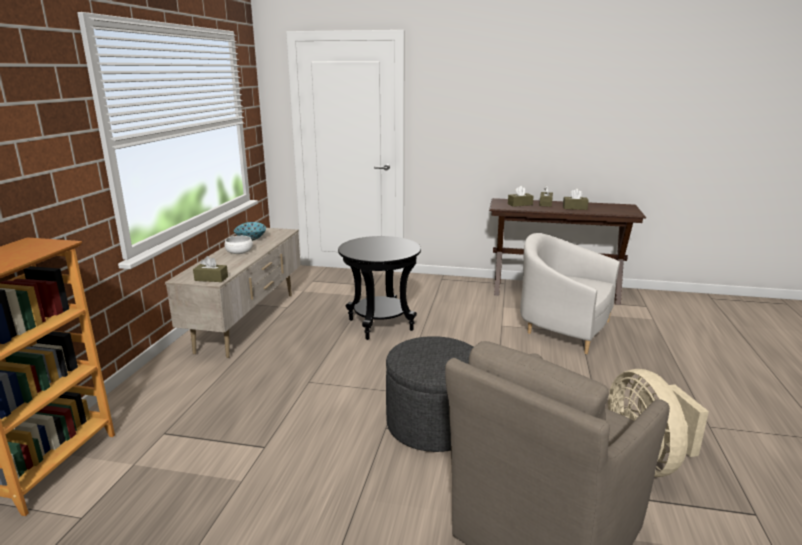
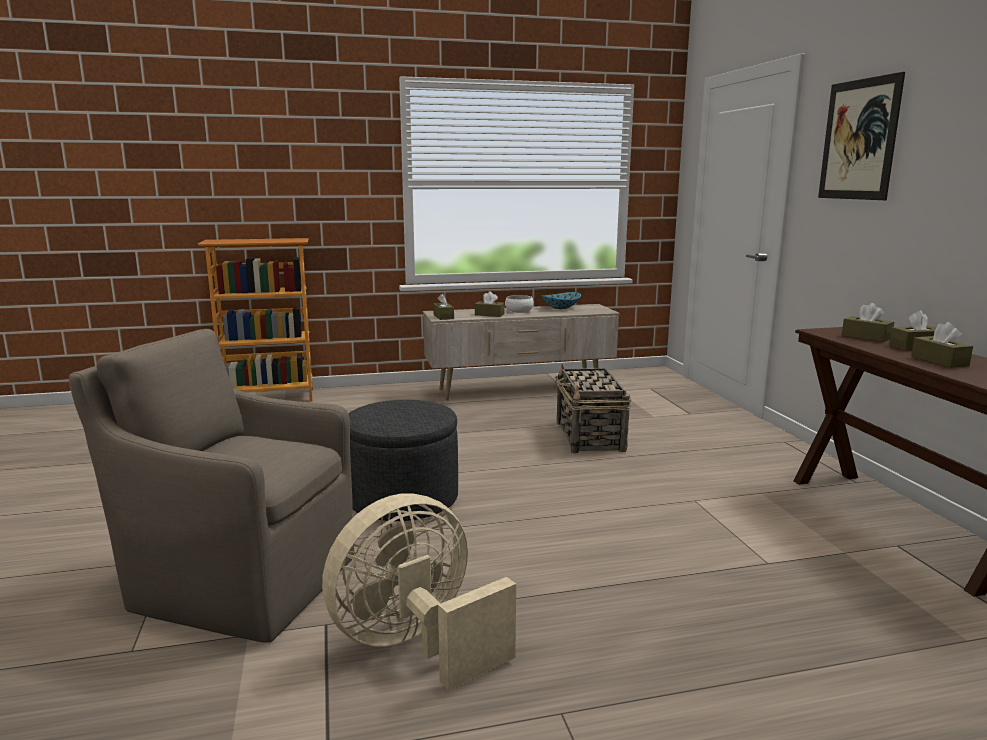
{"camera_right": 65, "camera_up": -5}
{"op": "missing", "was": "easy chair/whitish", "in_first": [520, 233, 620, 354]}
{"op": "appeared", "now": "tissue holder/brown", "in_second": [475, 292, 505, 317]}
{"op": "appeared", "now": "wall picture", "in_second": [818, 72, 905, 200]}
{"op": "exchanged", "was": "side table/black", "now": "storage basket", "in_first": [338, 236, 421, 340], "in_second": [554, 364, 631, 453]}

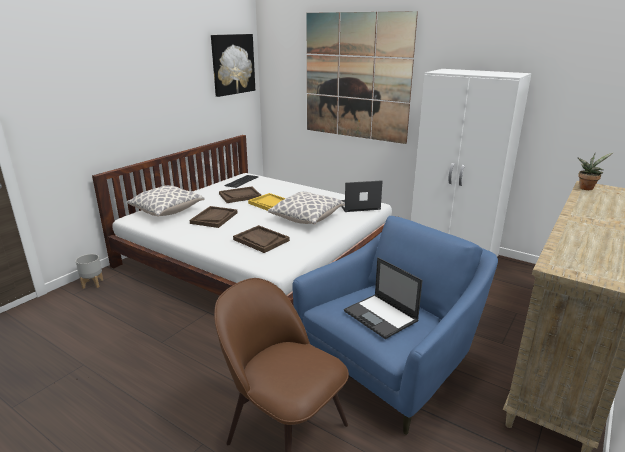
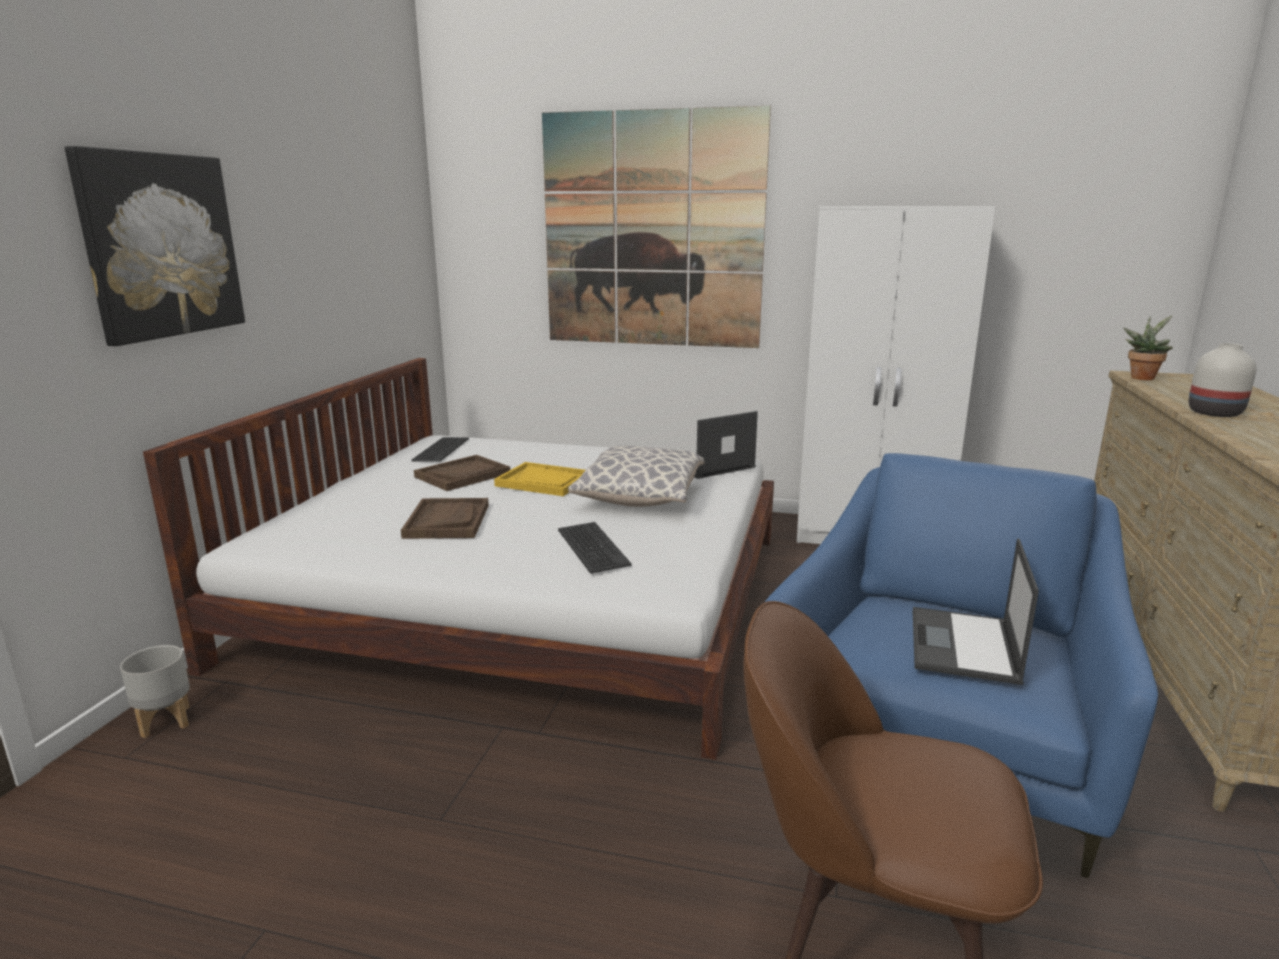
{"camera_right": -20, "camera_up": -5}
{"op": "missing", "was": "pillow", "in_first": [127, 185, 205, 217]}
{"op": "appeared", "now": "vase/whitish", "in_second": [1188, 343, 1256, 417]}
{"op": "relocated", "was": "wall picture", "in_first": [211, 34, 255, 97], "in_second": [65, 146, 245, 346]}
{"op": "exchanged", "was": "serving tray/brown", "now": "computer keyboard", "in_first": [233, 225, 290, 253], "in_second": [558, 522, 632, 574]}
{"op": "spun", "was": "notebook computer", "in_first": [344, 257, 423, 339], "in_second": [913, 538, 1039, 685], "clockwise": 75}

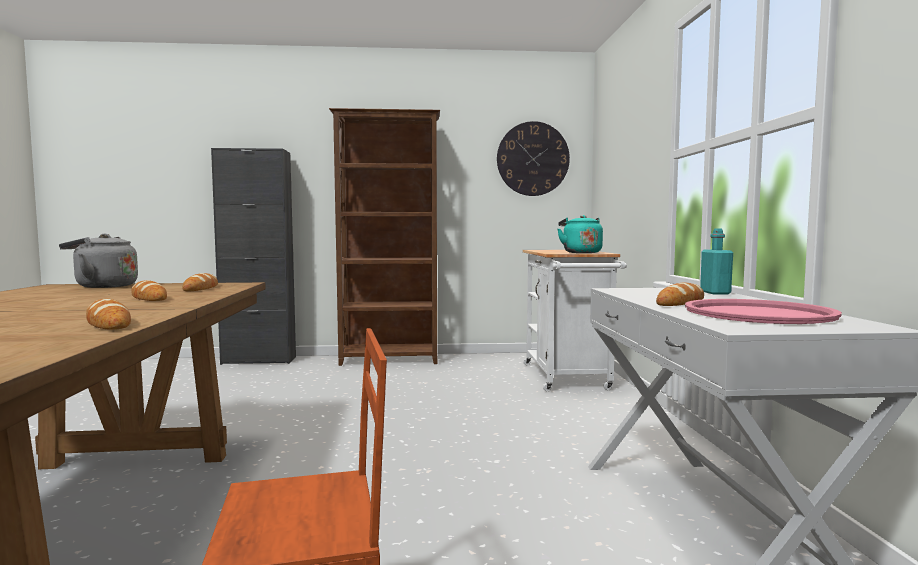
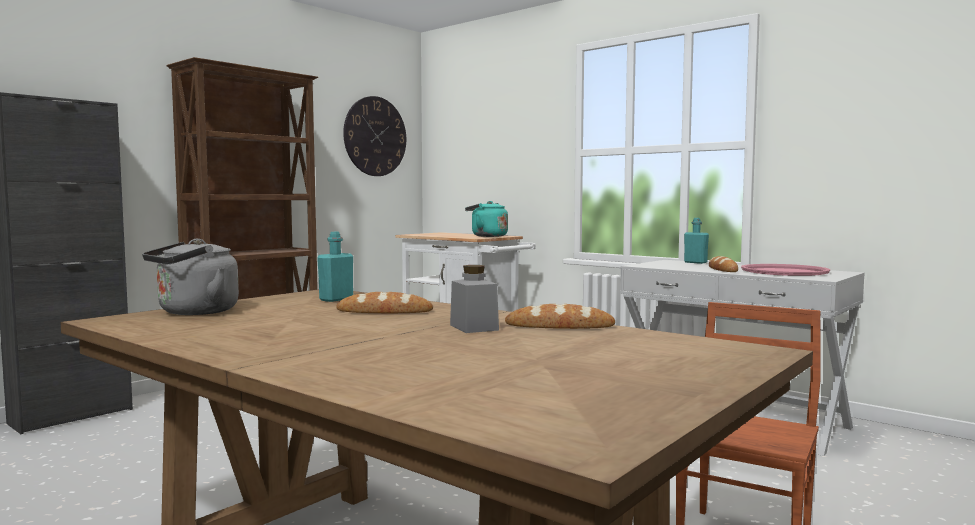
{"camera_right": -45, "camera_up": 0}
{"op": "appeared", "now": "storage jar/gray", "in_second": [450, 265, 499, 333]}
{"op": "exchanged", "was": "baked bread", "now": "beverage bottle/turquoise", "in_first": [182, 273, 218, 291], "in_second": [317, 232, 353, 302]}

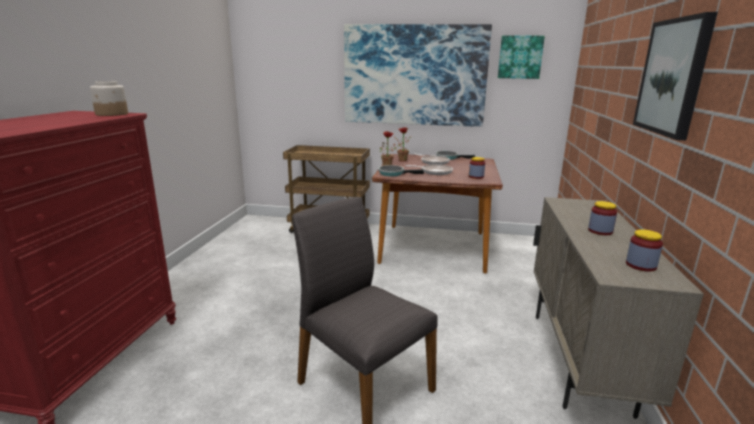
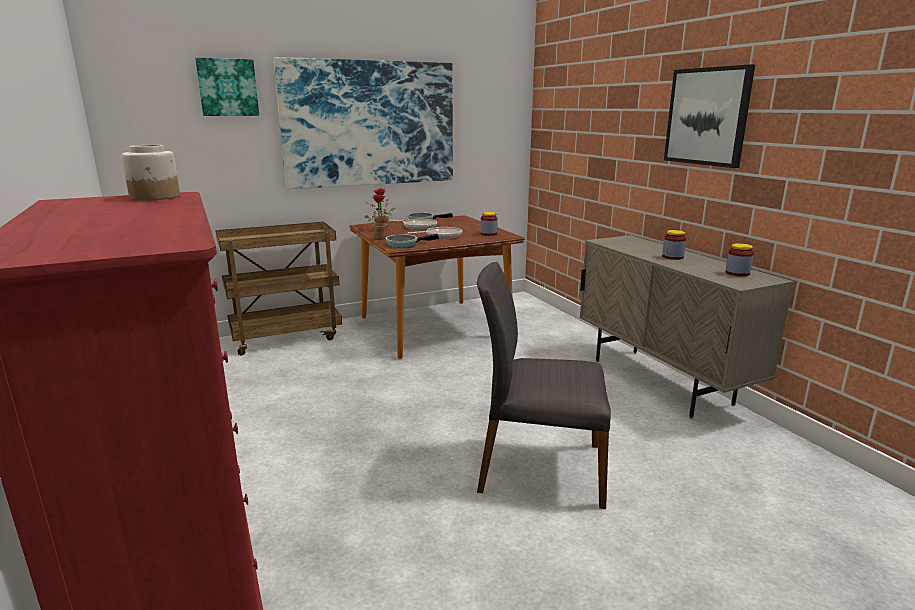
{"camera_right": -35, "camera_up": 0}
{"op": "relocated", "was": "wall picture", "in_first": [498, 35, 545, 79], "in_second": [195, 58, 259, 116]}

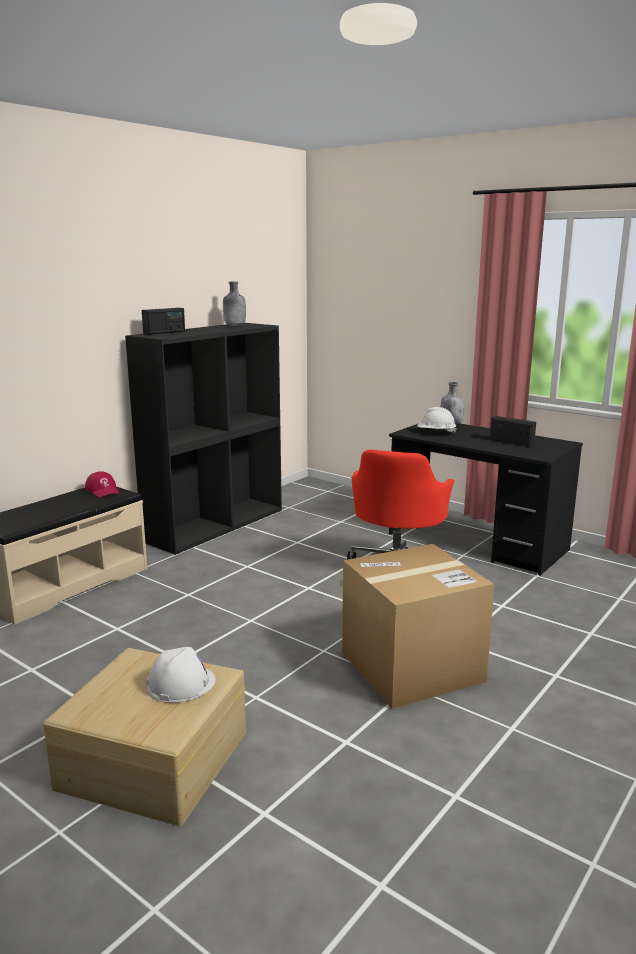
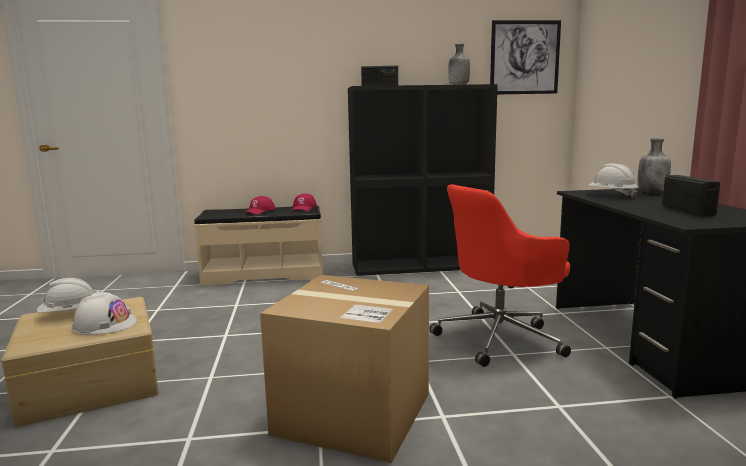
{"camera_right": 45, "camera_up": -5}
{"op": "appeared", "now": "safety helmet/whitish", "in_second": [37, 278, 94, 313]}
{"op": "appeared", "now": "baseball cap/red", "in_second": [244, 196, 275, 214]}
{"op": "appeared", "now": "wall picture", "in_second": [490, 20, 561, 94]}

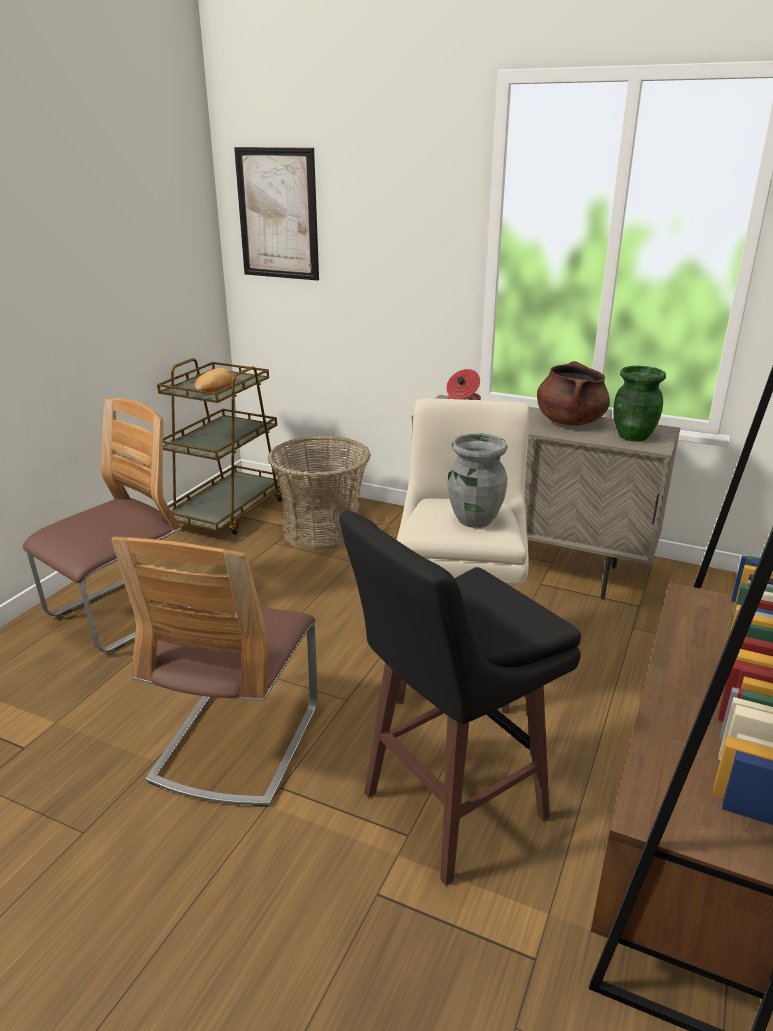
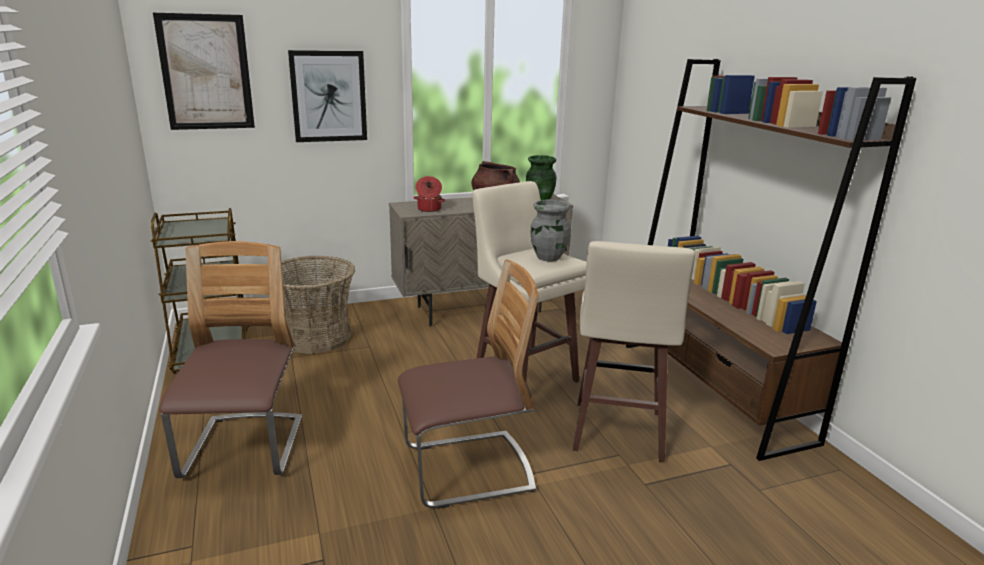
{"camera_right": -45, "camera_up": -5}
{"op": "missing", "was": "baked bread", "in_first": [194, 368, 233, 392]}
{"op": "appeared", "now": "wall picture", "in_second": [288, 50, 367, 142]}
{"op": "colour", "was": "stool seat/black", "now": "stool seat/sand-coloured", "in_first": [339, 511, 581, 886], "in_second": [573, 241, 695, 463]}
{"op": "spun", "was": "plain chair", "in_first": [111, 537, 318, 807], "in_second": [398, 259, 539, 509], "clockwise": -75}

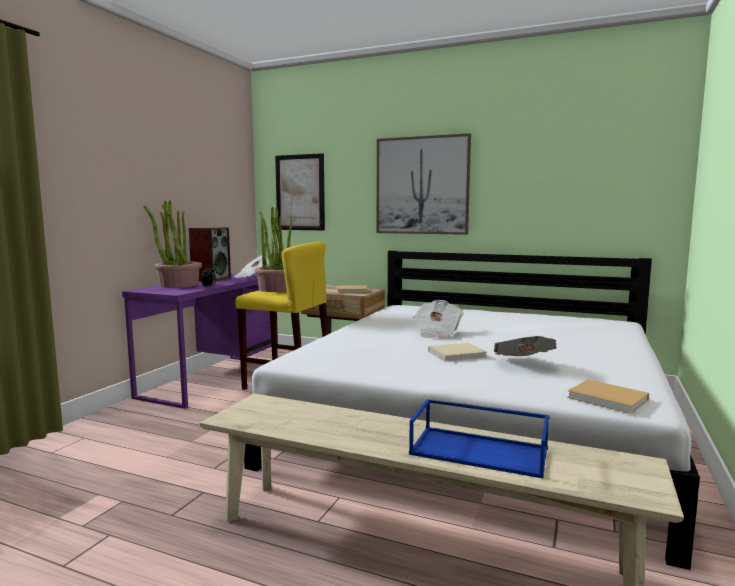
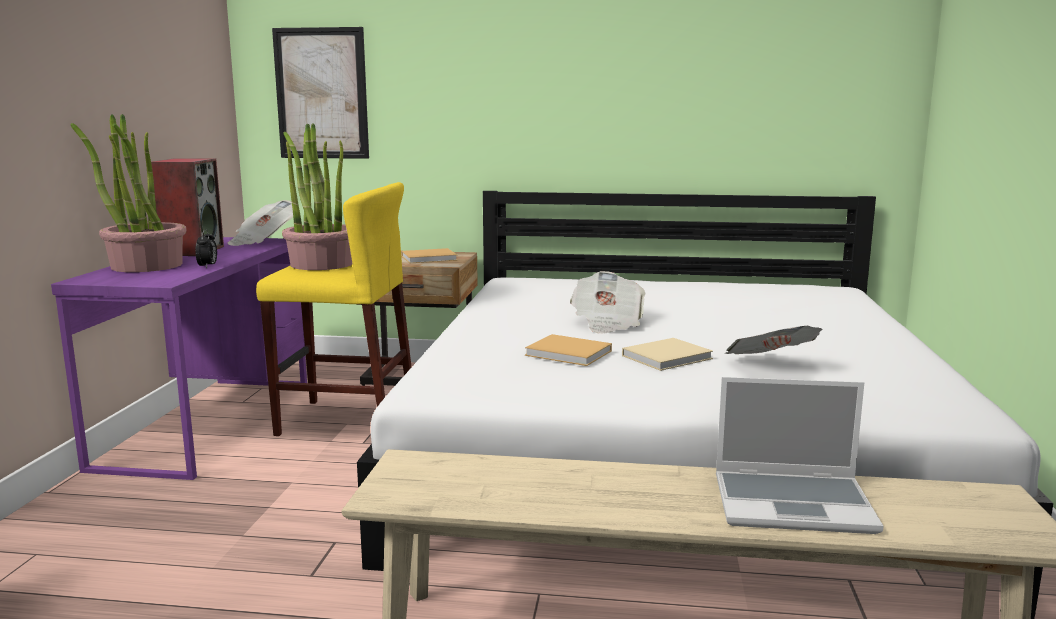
{"camera_right": -15, "camera_up": 5}
{"op": "missing", "was": "wall picture", "in_first": [377, 133, 471, 235]}
{"op": "relocated", "was": "book/sand-coloured", "in_first": [567, 379, 649, 414], "in_second": [525, 334, 612, 366]}
{"op": "exchanged", "was": "serving tray/bluish", "now": "notebook computer", "in_first": [409, 399, 550, 479], "in_second": [716, 377, 884, 534]}

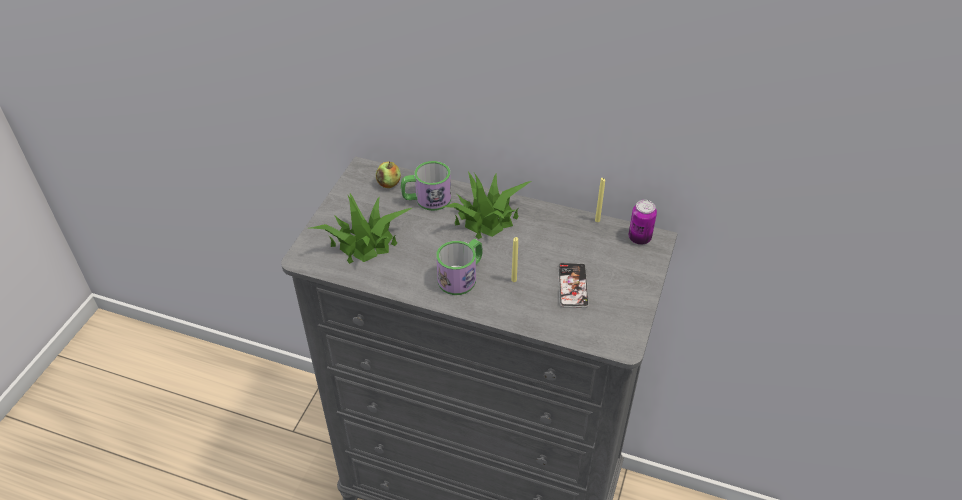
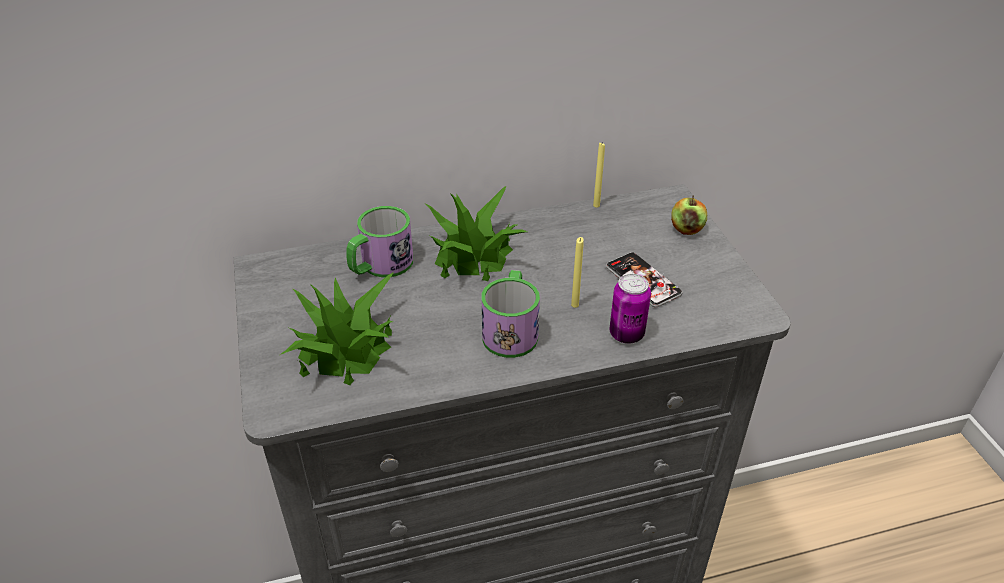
{"camera_right": -35, "camera_up": -5}
{"op": "relocated", "was": "whole apple", "in_first": [376, 162, 401, 188], "in_second": [671, 196, 707, 235]}
{"op": "relocated", "was": "metal can", "in_first": [629, 200, 657, 245], "in_second": [609, 274, 651, 344]}

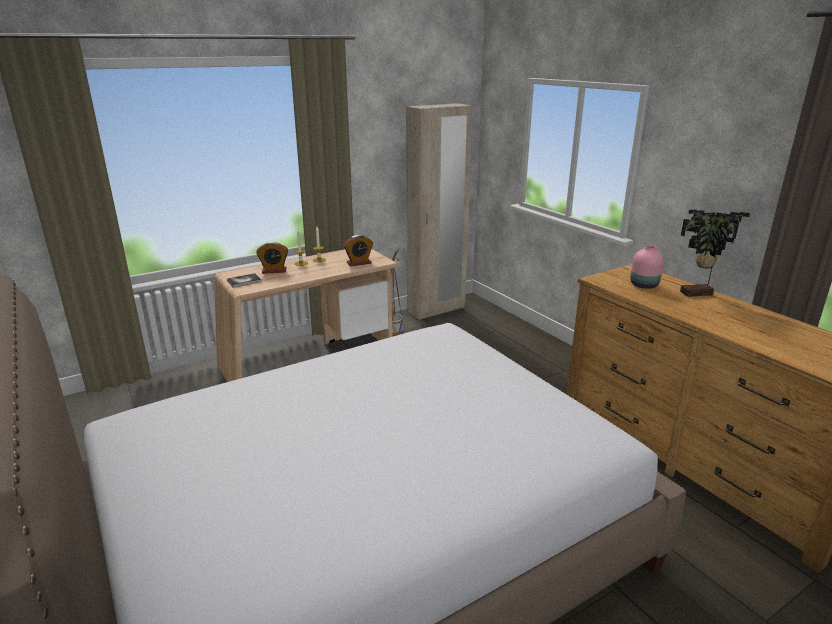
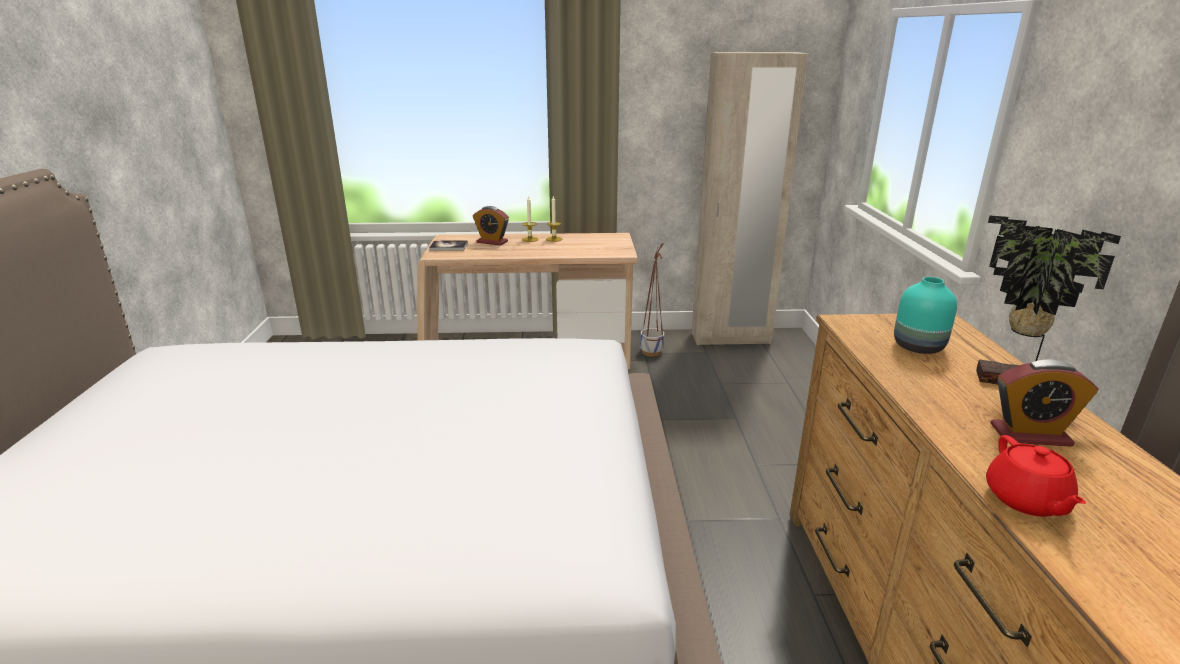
{"camera_right": 30, "camera_up": 0}
{"op": "appeared", "now": "pot for tea/red", "in_second": [986, 435, 1086, 517]}
{"op": "relocated", "was": "bedside clock", "in_first": [343, 235, 373, 266], "in_second": [991, 359, 1099, 447]}
{"op": "colour", "was": "vase/pink", "now": "vase/turquoise", "in_first": [630, 245, 664, 289], "in_second": [894, 277, 957, 354]}

